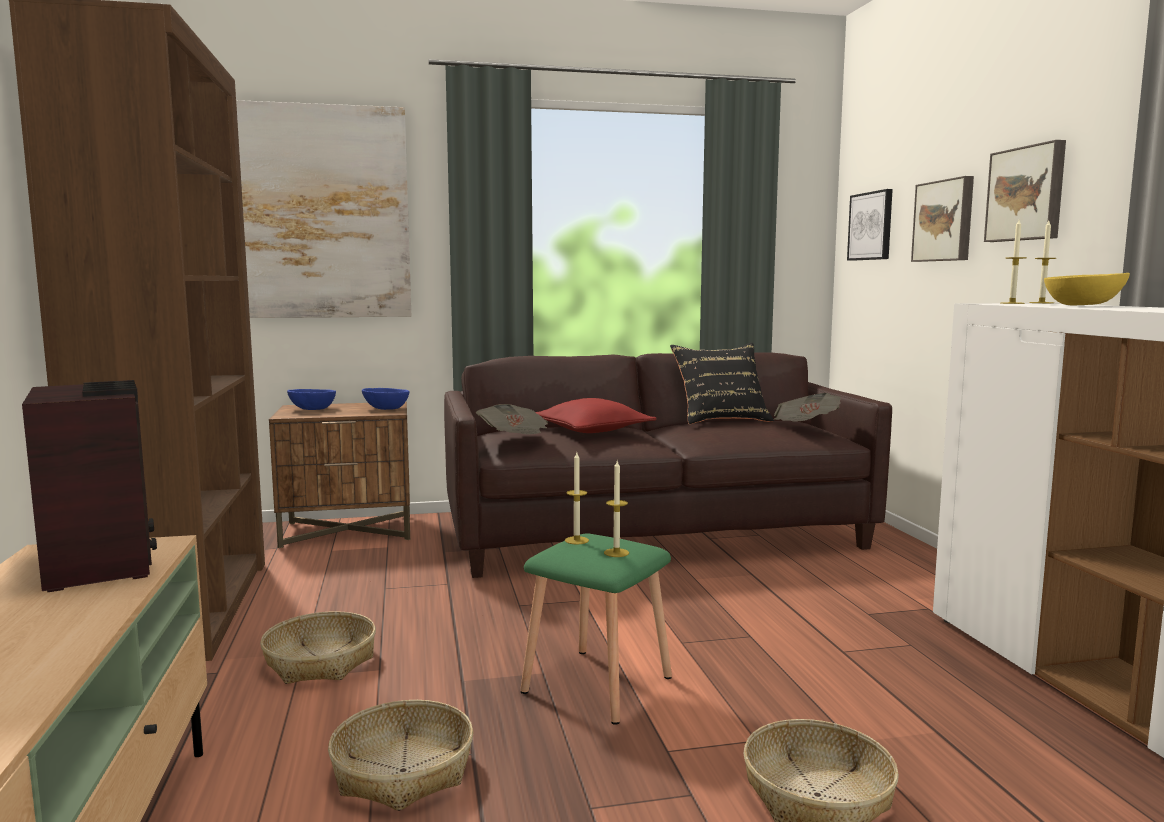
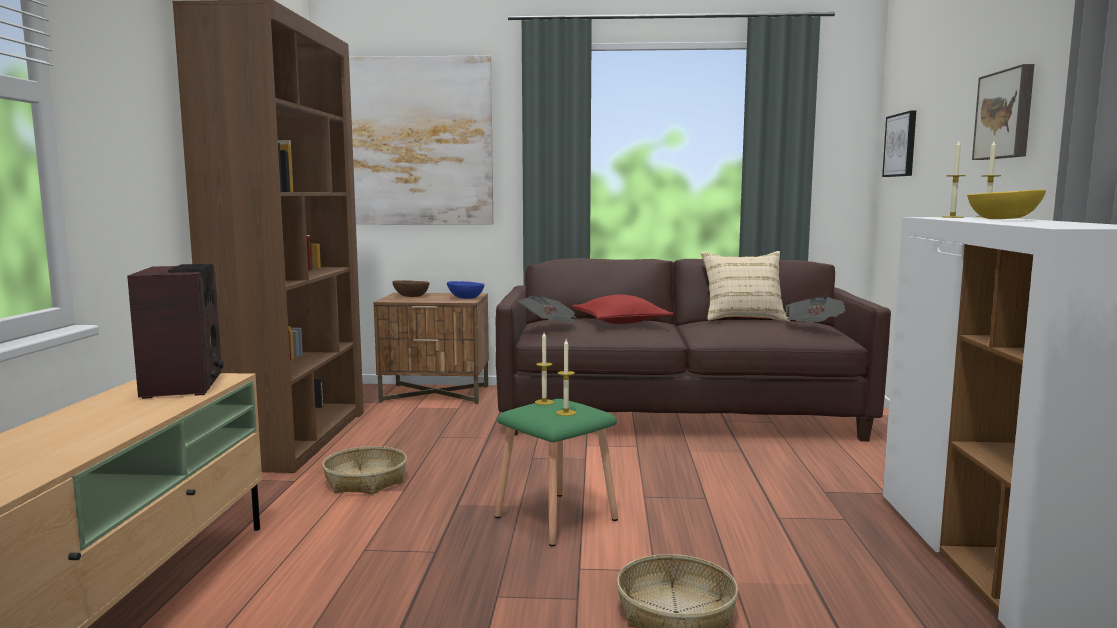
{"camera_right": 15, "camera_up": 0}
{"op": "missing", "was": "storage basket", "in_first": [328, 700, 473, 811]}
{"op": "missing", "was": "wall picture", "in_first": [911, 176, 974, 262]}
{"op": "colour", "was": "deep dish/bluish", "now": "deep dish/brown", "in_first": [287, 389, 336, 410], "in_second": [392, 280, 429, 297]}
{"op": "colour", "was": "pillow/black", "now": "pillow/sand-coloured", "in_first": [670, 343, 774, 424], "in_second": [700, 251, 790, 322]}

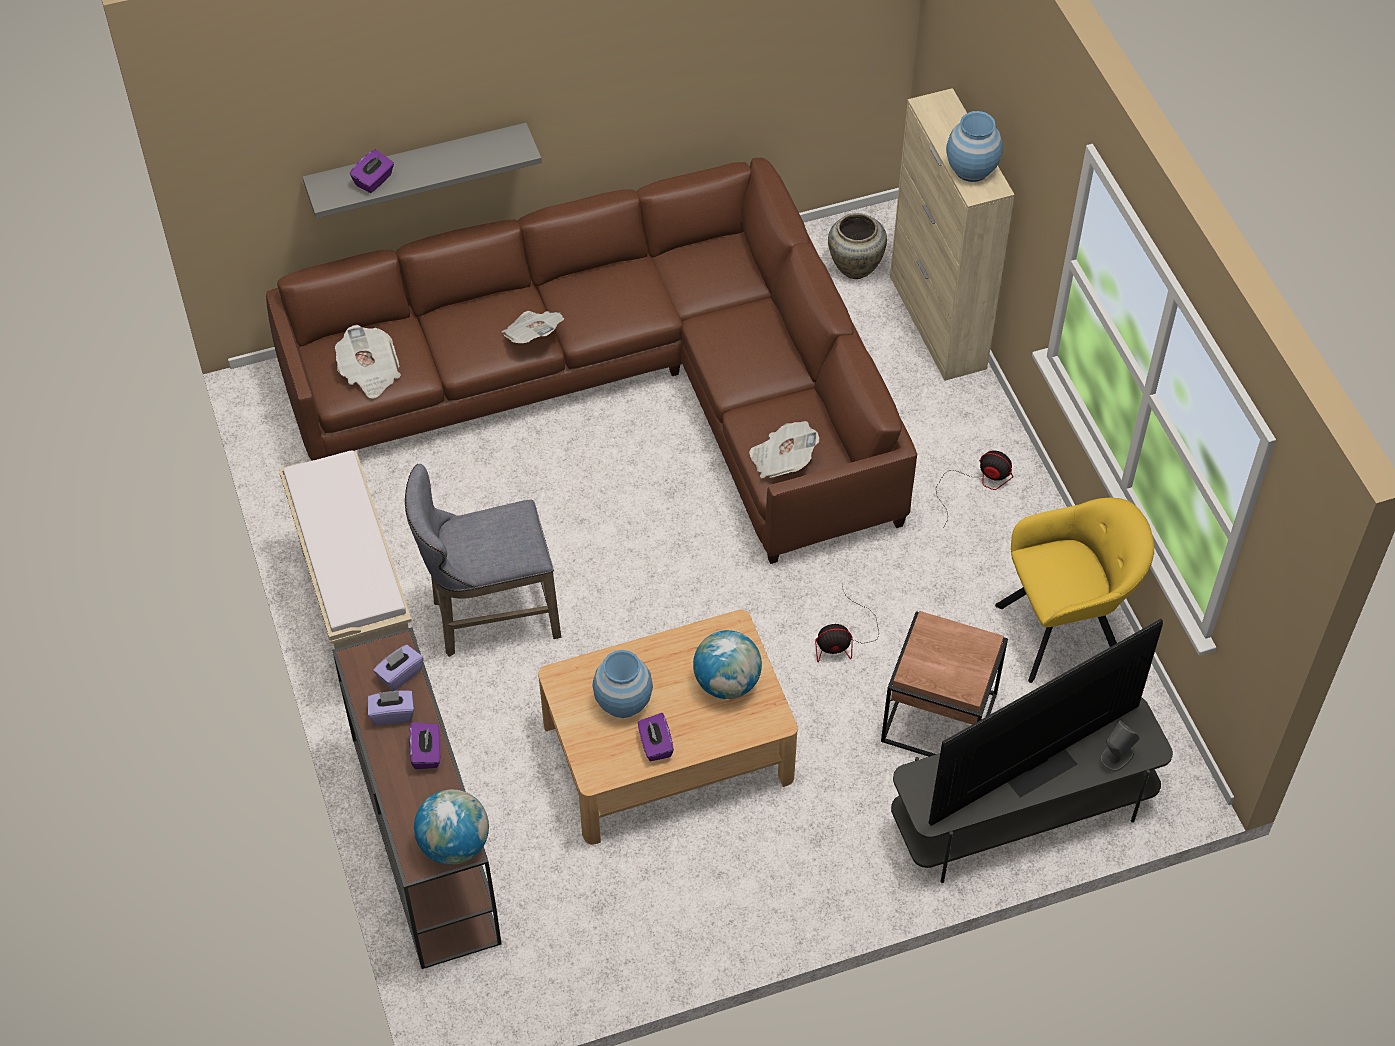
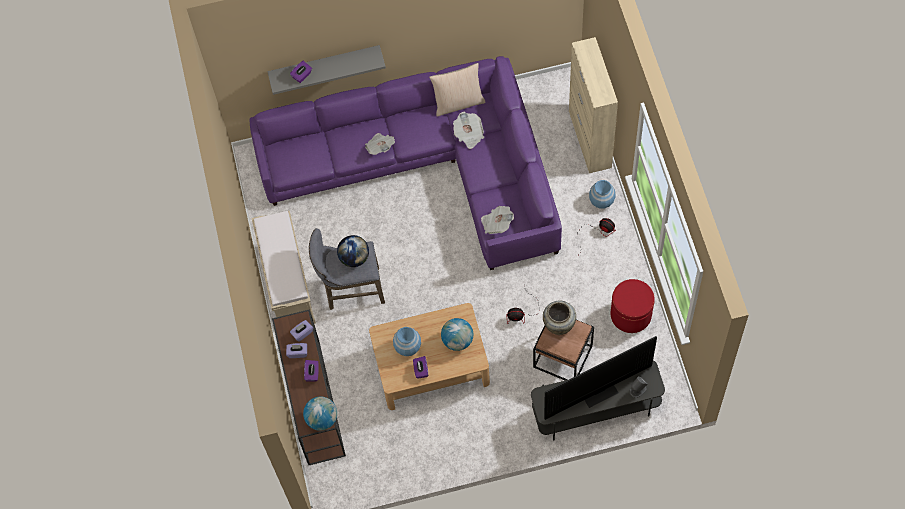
{"camera_right": 10, "camera_up": 10}
{"op": "appeared", "now": "globe", "in_second": [337, 235, 369, 267]}
{"op": "appeared", "now": "pillow/sand-coloured", "in_second": [429, 63, 486, 117]}
{"op": "relocated", "was": "daily paper", "in_first": [335, 325, 401, 399], "in_second": [453, 112, 484, 149]}
{"op": "relocated", "was": "vase/sand-coloured", "in_first": [828, 213, 887, 279], "in_second": [543, 300, 576, 335]}
{"op": "relocated", "was": "vase/bluish", "in_first": [946, 111, 1003, 182], "in_second": [589, 180, 616, 209]}
{"op": "exchanged", "was": "easy chair/yellow", "now": "pouffe/red", "in_first": [995, 498, 1154, 683], "in_second": [611, 279, 655, 333]}
{"op": "colour", "was": "sofa/brown", "now": "sofa/purple", "in_first": [266, 158, 917, 564], "in_second": [249, 56, 562, 270]}

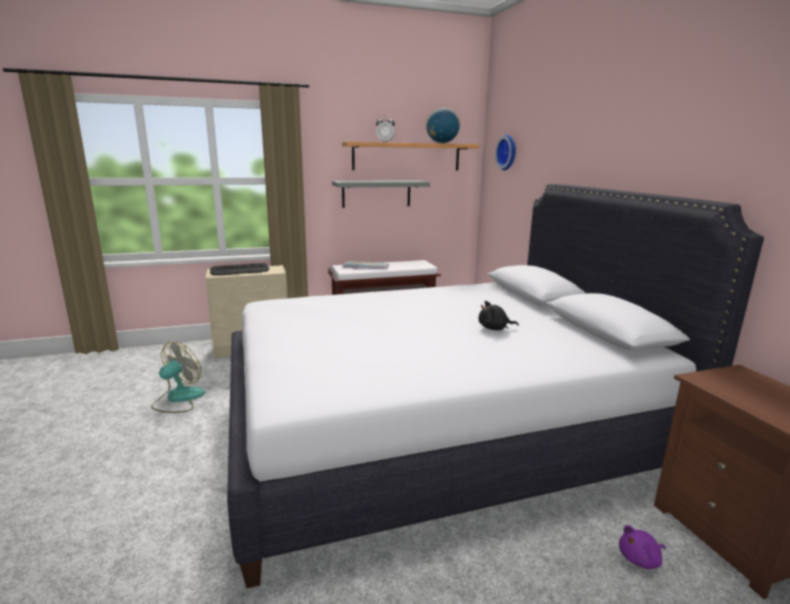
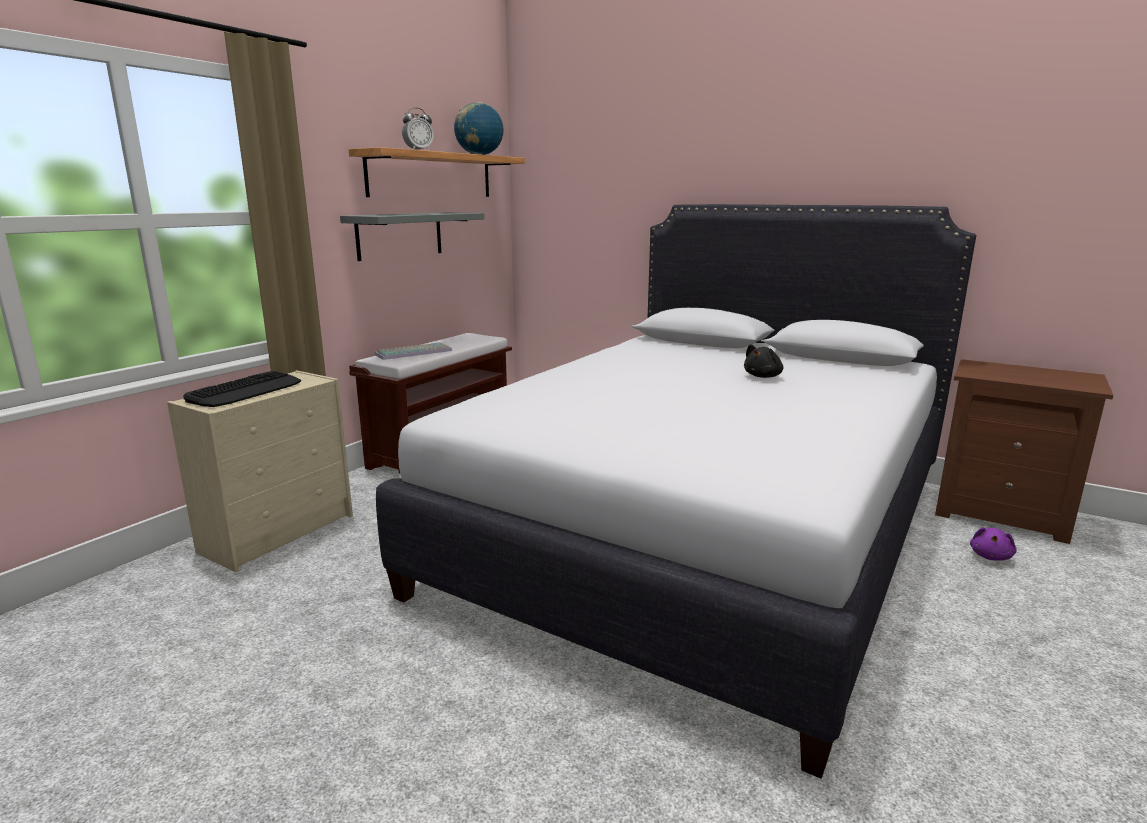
{"camera_right": -40, "camera_up": 0}
{"op": "missing", "was": "cooling fan", "in_first": [151, 342, 206, 413]}
{"op": "missing", "was": "hanging clock", "in_first": [495, 135, 516, 170]}

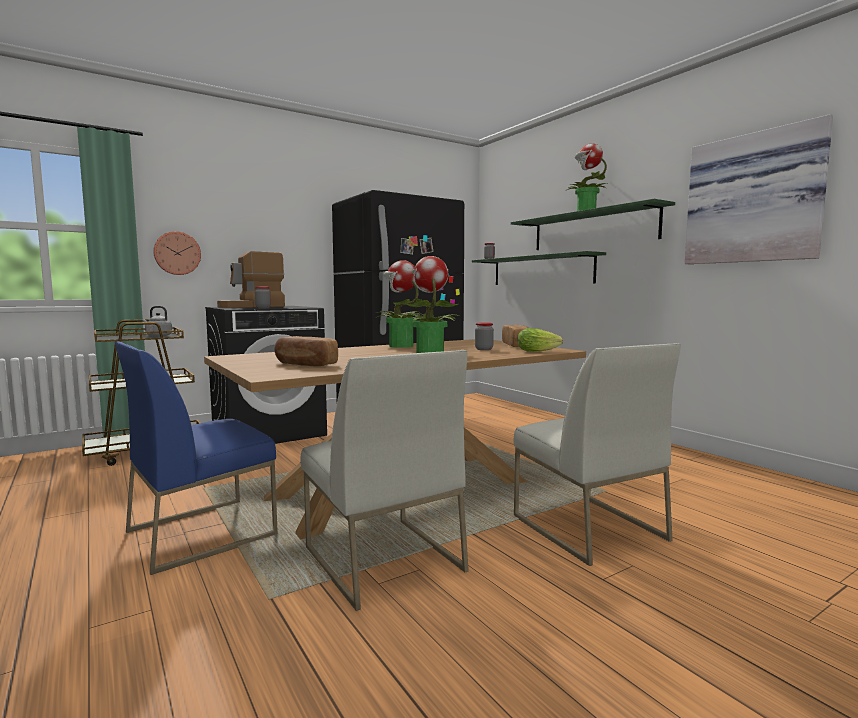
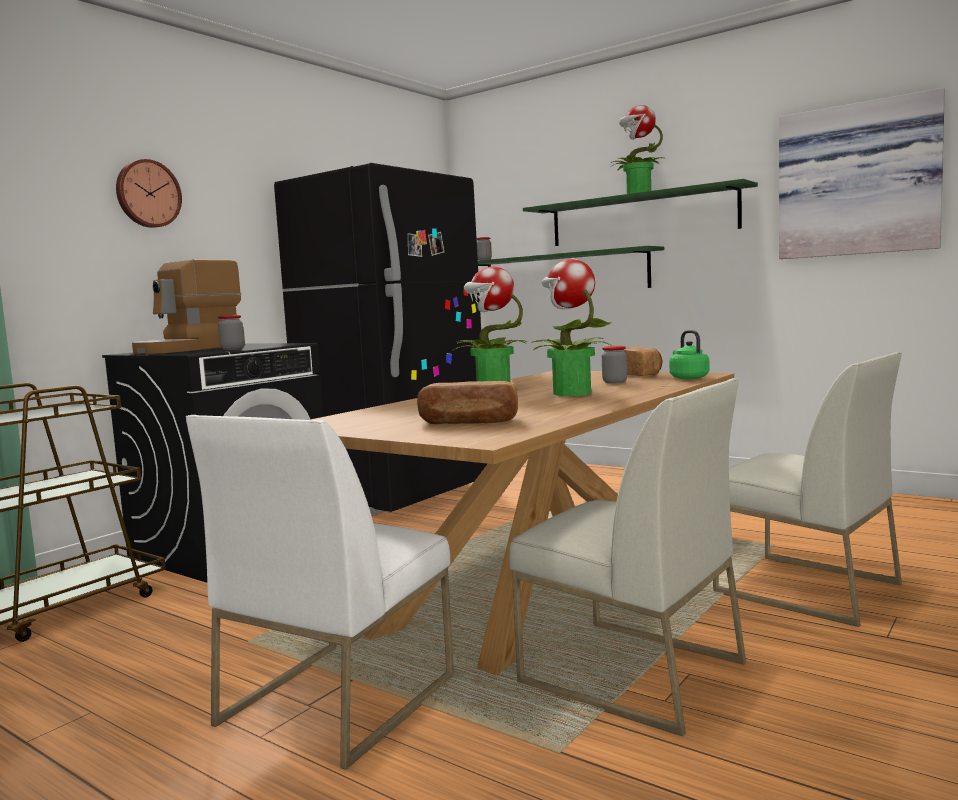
{"camera_right": -20, "camera_up": 0}
{"op": "missing", "was": "kettle/gray", "in_first": [142, 306, 172, 337]}
{"op": "relocated", "was": "hanging clock", "in_first": [153, 231, 201, 275], "in_second": [116, 159, 182, 228]}
{"op": "exchanged", "was": "head of lettuce", "now": "kettle/green-coloured", "in_first": [518, 328, 563, 352], "in_second": [669, 330, 709, 379]}
{"op": "colour", "was": "plain chair/bluish", "now": "plain chair/whitish", "in_first": [115, 341, 278, 575], "in_second": [186, 415, 454, 769]}

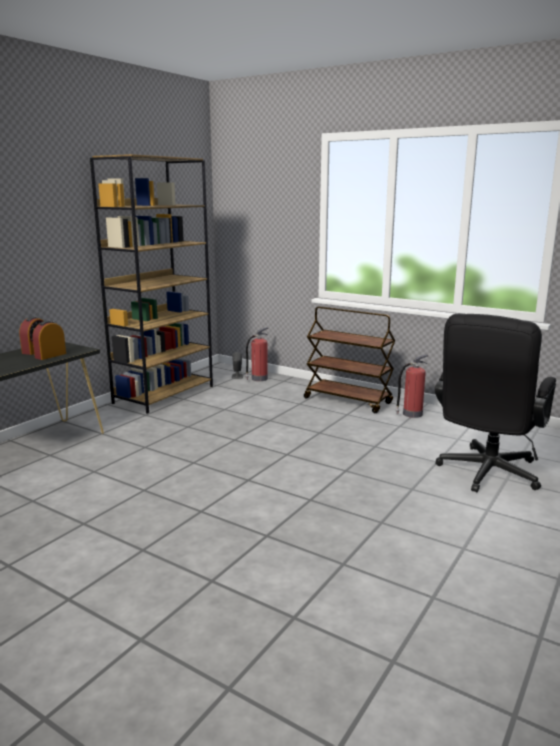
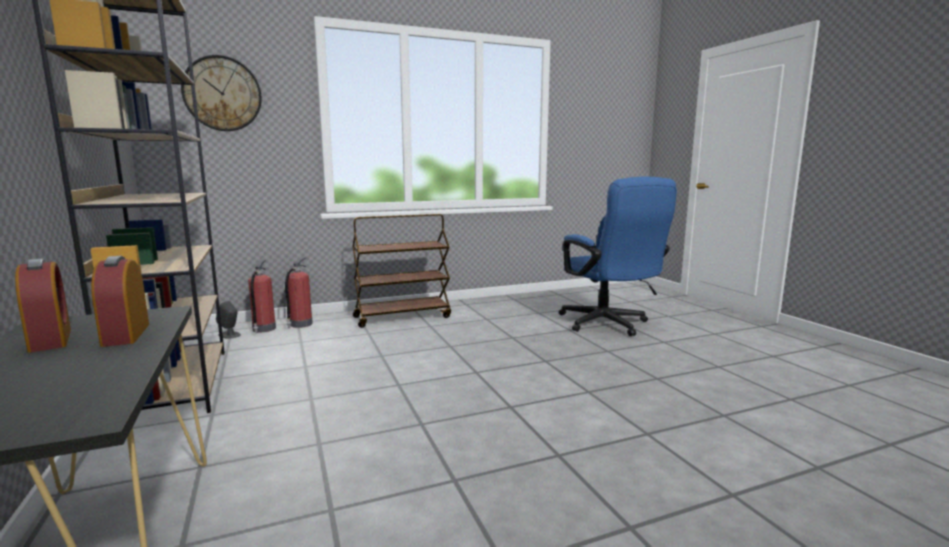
{"camera_right": -55, "camera_up": -5}
{"op": "appeared", "now": "hanging clock", "in_second": [181, 55, 262, 131]}
{"op": "relocated", "was": "extinguisher", "in_first": [395, 355, 428, 418], "in_second": [285, 257, 313, 328]}
{"op": "colour", "was": "computer chair/black", "now": "computer chair/bluish", "in_first": [435, 314, 556, 492], "in_second": [559, 177, 677, 336]}

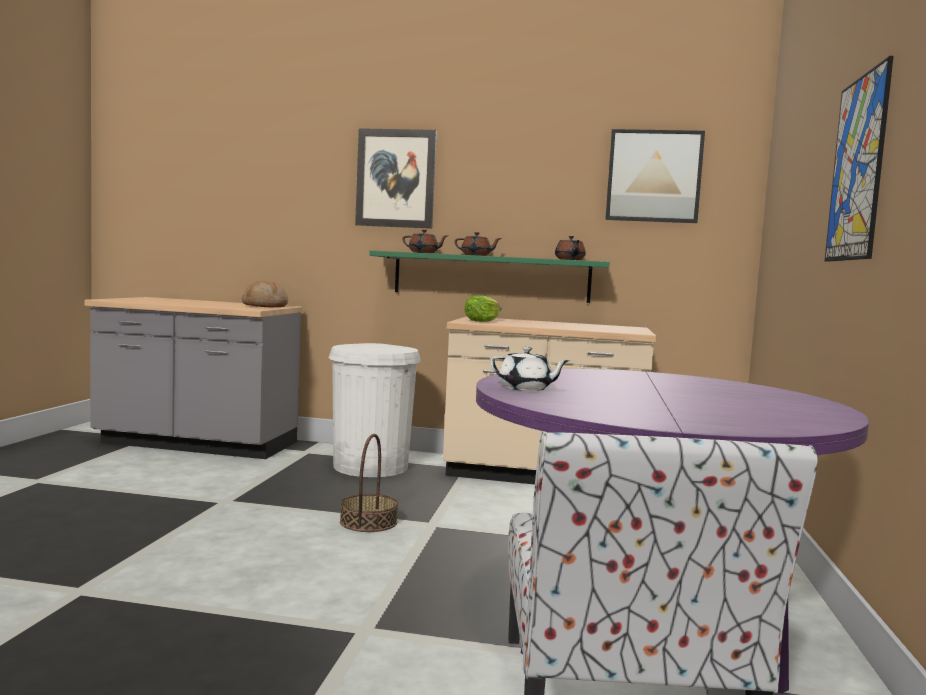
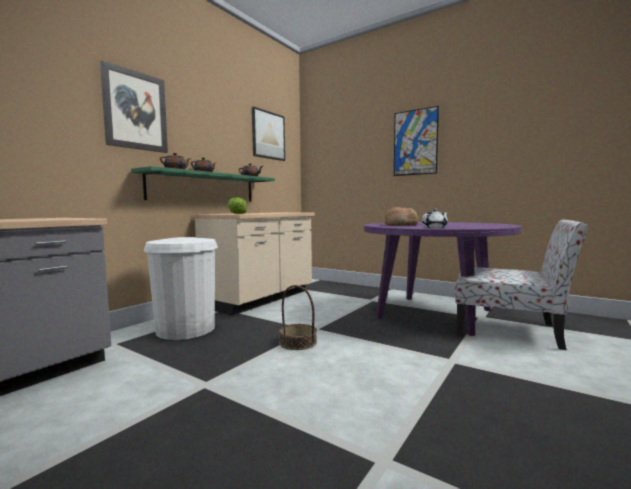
{"camera_right": -65, "camera_up": 0}
{"op": "relocated", "was": "baked bread", "in_first": [242, 281, 288, 307], "in_second": [384, 207, 419, 226]}

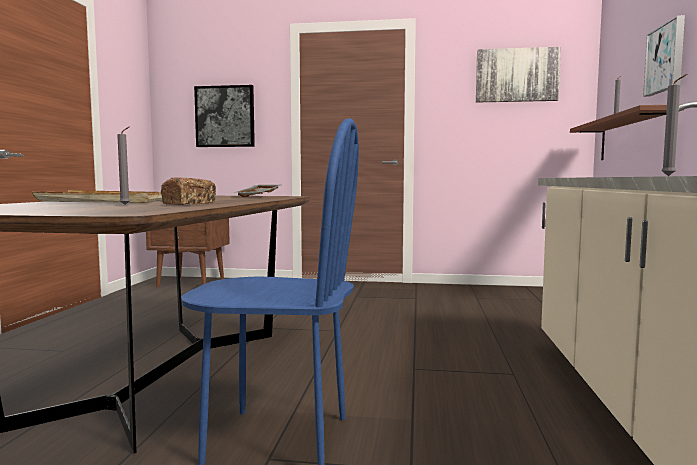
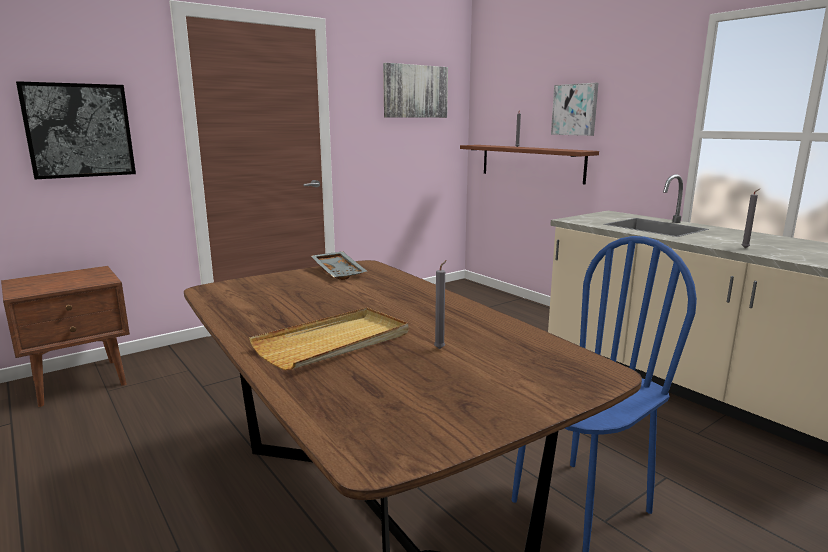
{"camera_right": -45, "camera_up": 10}
{"op": "missing", "was": "baked bread", "in_first": [161, 177, 216, 205]}

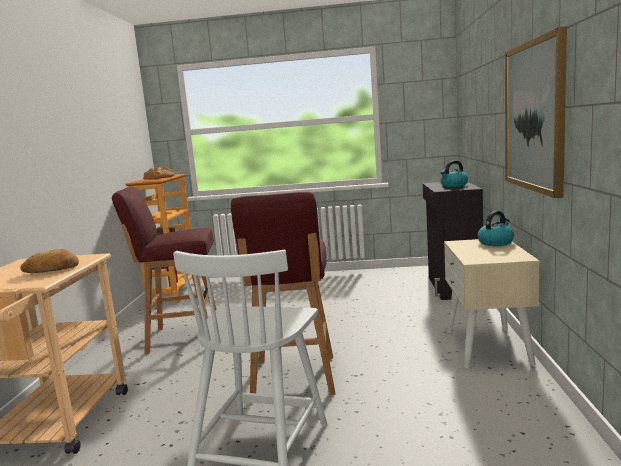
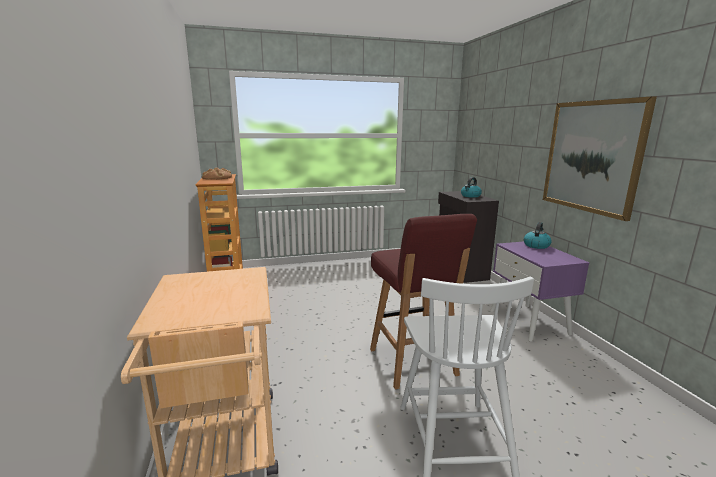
{"camera_right": -20, "camera_up": 5}
{"op": "missing", "was": "baked bread", "in_first": [20, 249, 79, 273]}
{"op": "missing", "was": "stool seat/red", "in_first": [112, 187, 217, 354]}
{"op": "colour", "was": "nightstand/sand-coloured", "now": "nightstand/purple", "in_first": [444, 239, 540, 368], "in_second": [490, 241, 589, 342]}

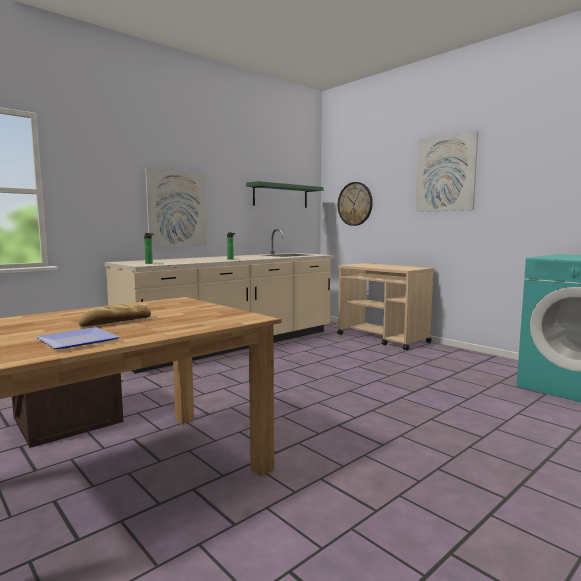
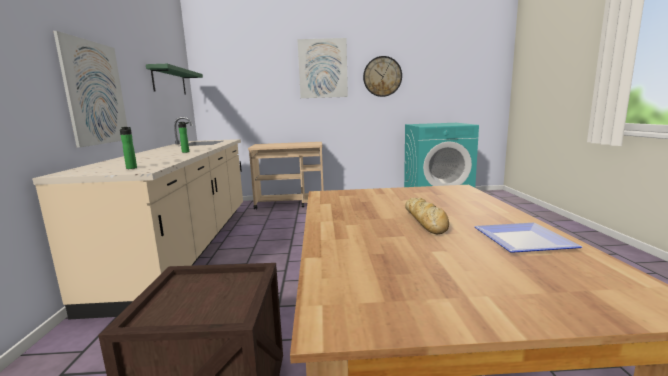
{"camera_right": -50, "camera_up": 5}
{"op": "relocated", "was": "hanging clock", "in_first": [338, 182, 373, 226], "in_second": [363, 56, 402, 97]}

